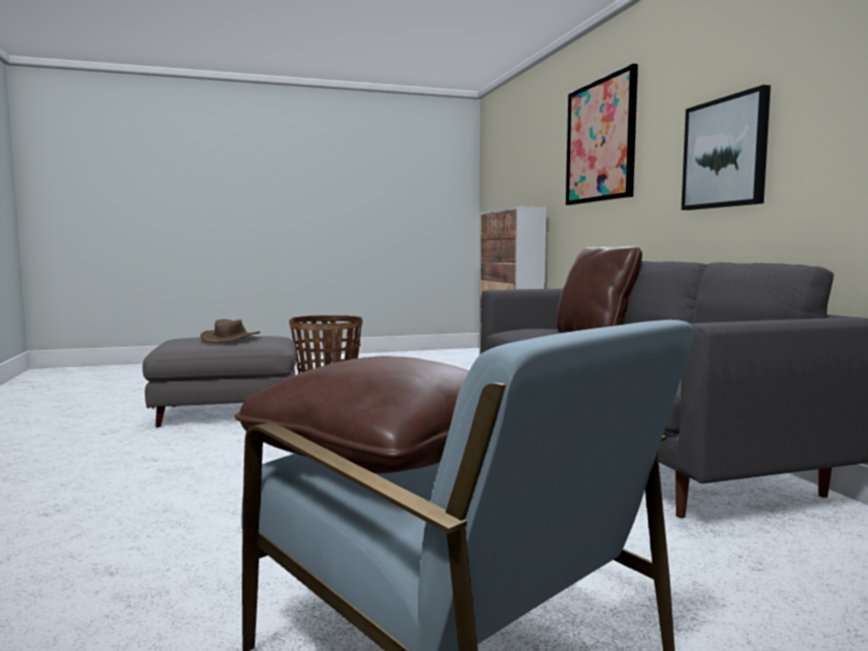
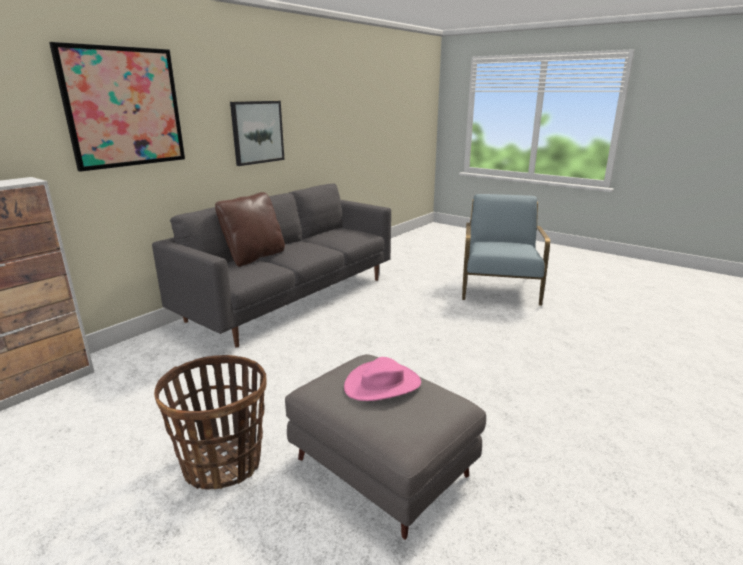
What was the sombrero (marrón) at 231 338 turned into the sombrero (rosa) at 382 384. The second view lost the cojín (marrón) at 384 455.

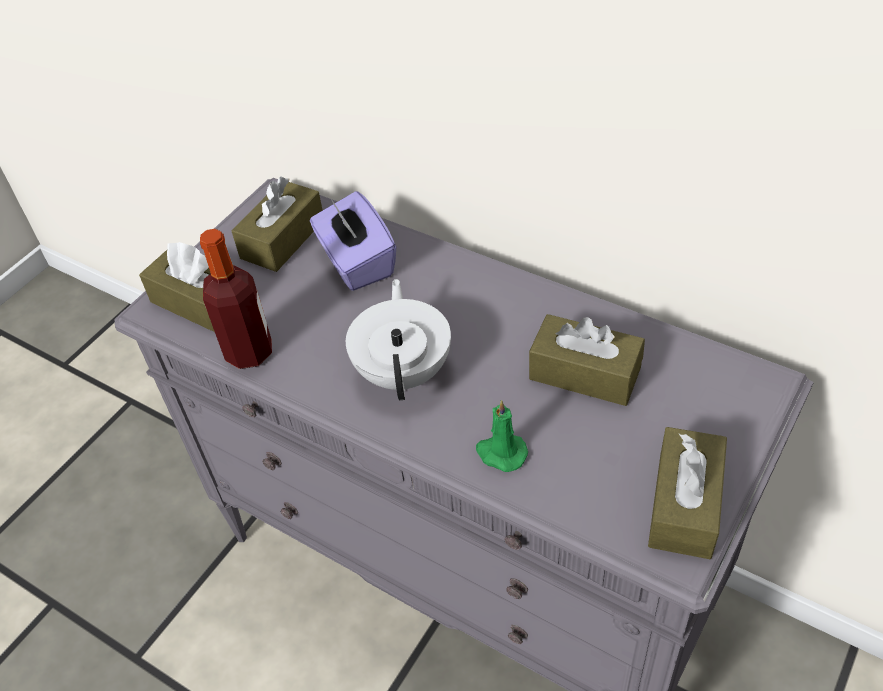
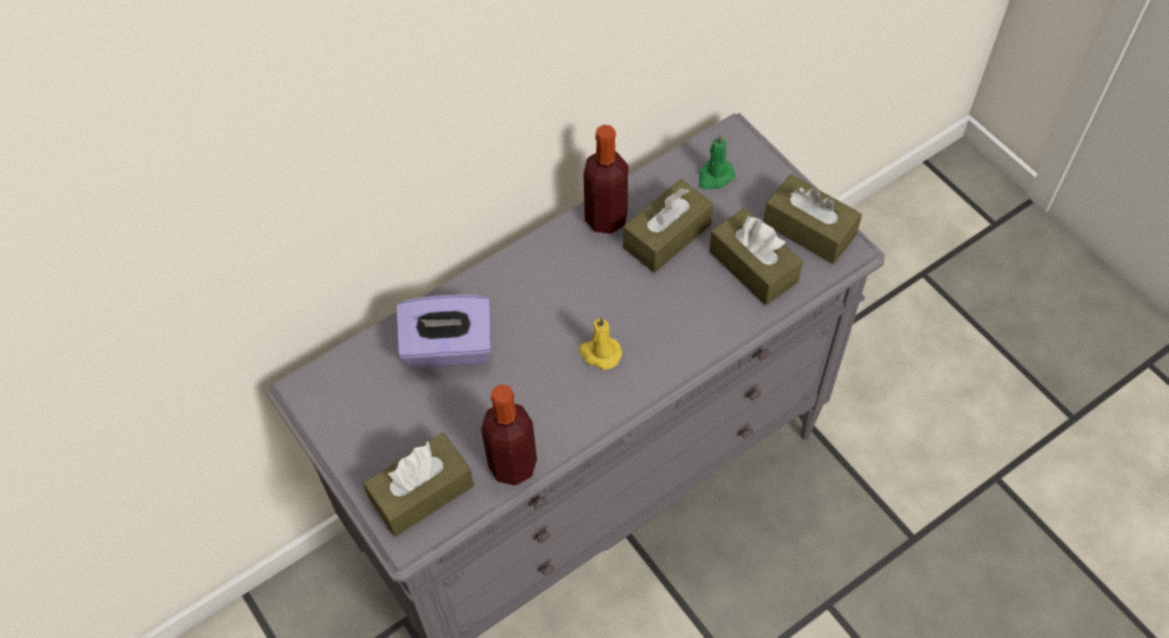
Where the tetera (blanco) stood at 404 371, the vela (amarillo) came to stand at 599 353. The second view gained the botella at 606 218. The vela (verde) ended up elsewhere, having gone from 500 453 to 714 176. The caja de pañuelos (marrón) ended up elsewhere, having gone from 283 239 to 753 266.

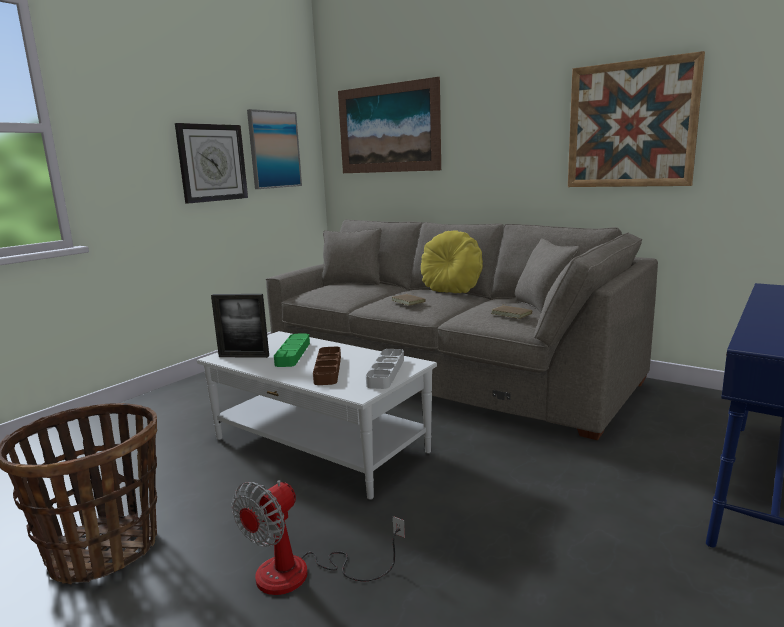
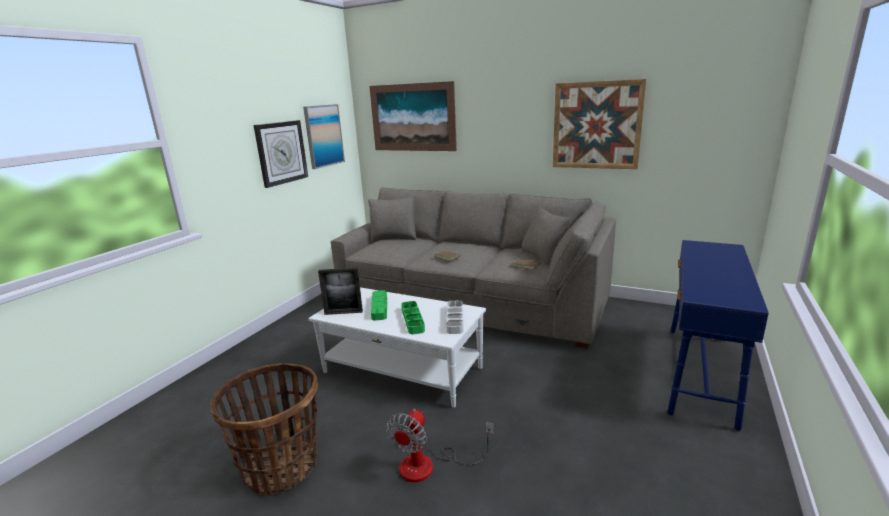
What was the bandeja (marrón) at 328 369 turned into the bandeja (verde) at 412 320. The second view lost the cojín (amarillo) at 451 291.

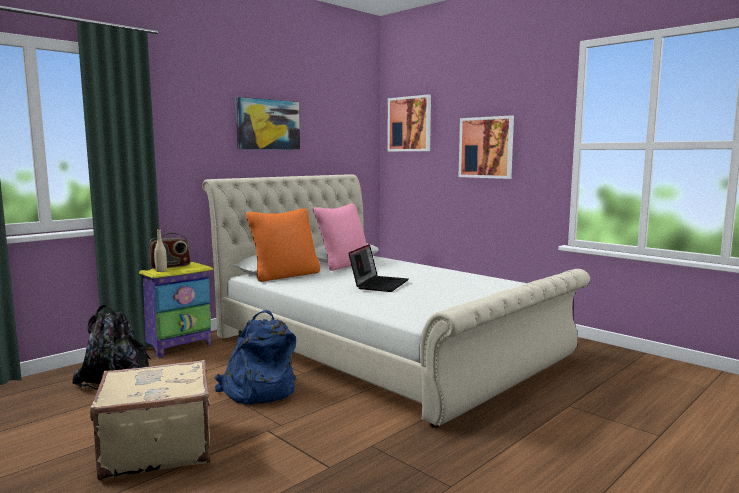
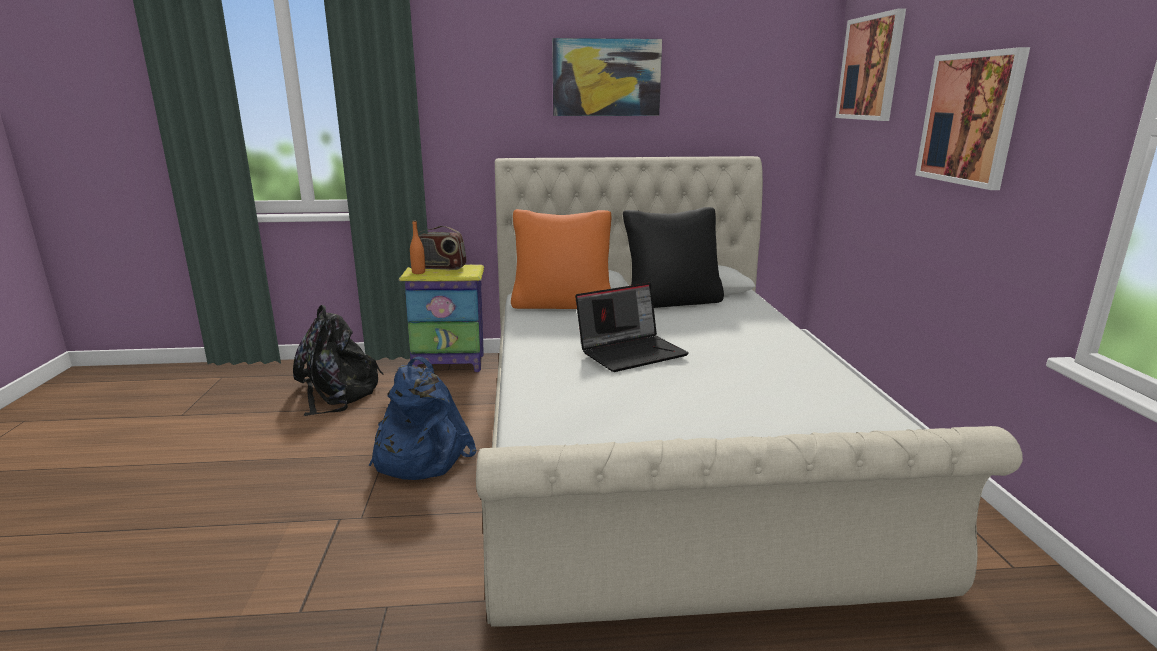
What was the botella (beis) at 161 271 turned into the botella (naranja) at 418 272. What was the cojín (rosa) at 343 265 turned into the cojín (negro) at 671 302. The second view lost the maleta (beis) at 157 448.

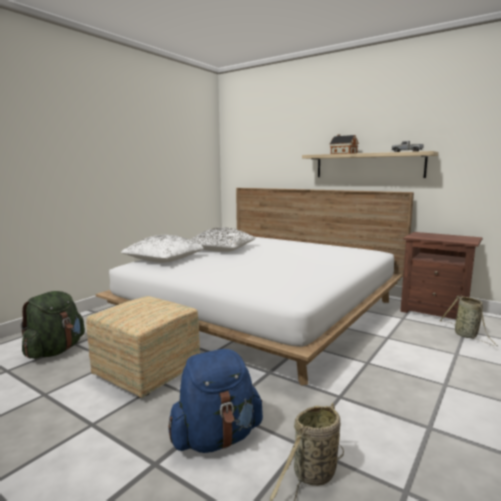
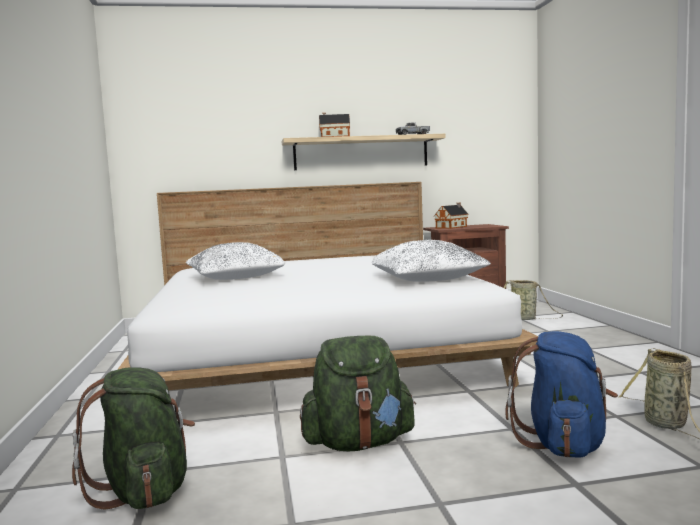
Where the puf stood at 148 372, the mochila (verde) came to stand at 359 443. The cojín (blanco) ended up elsewhere, having gone from 163 259 to 426 278. The second view gained the casita at 452 227.

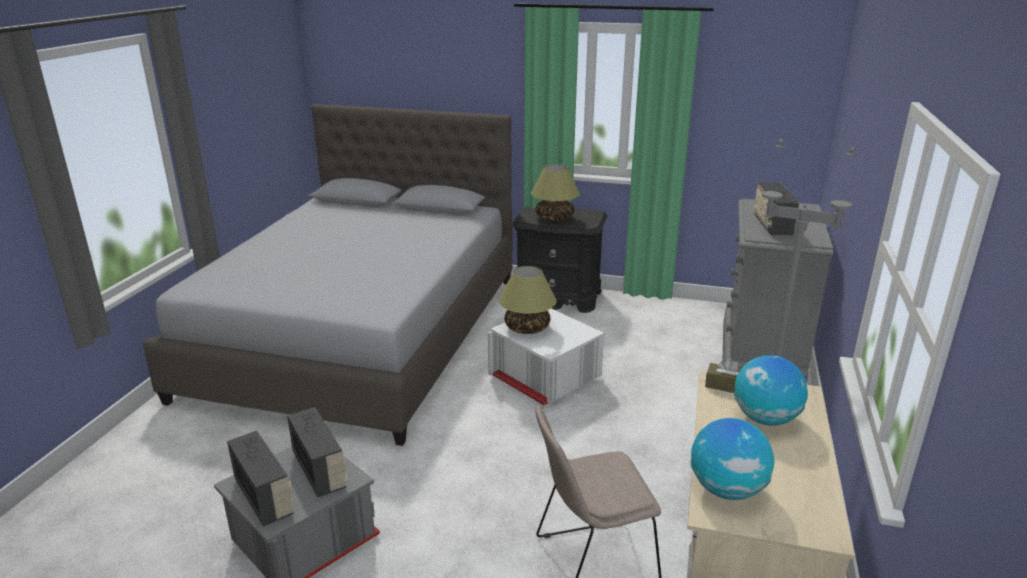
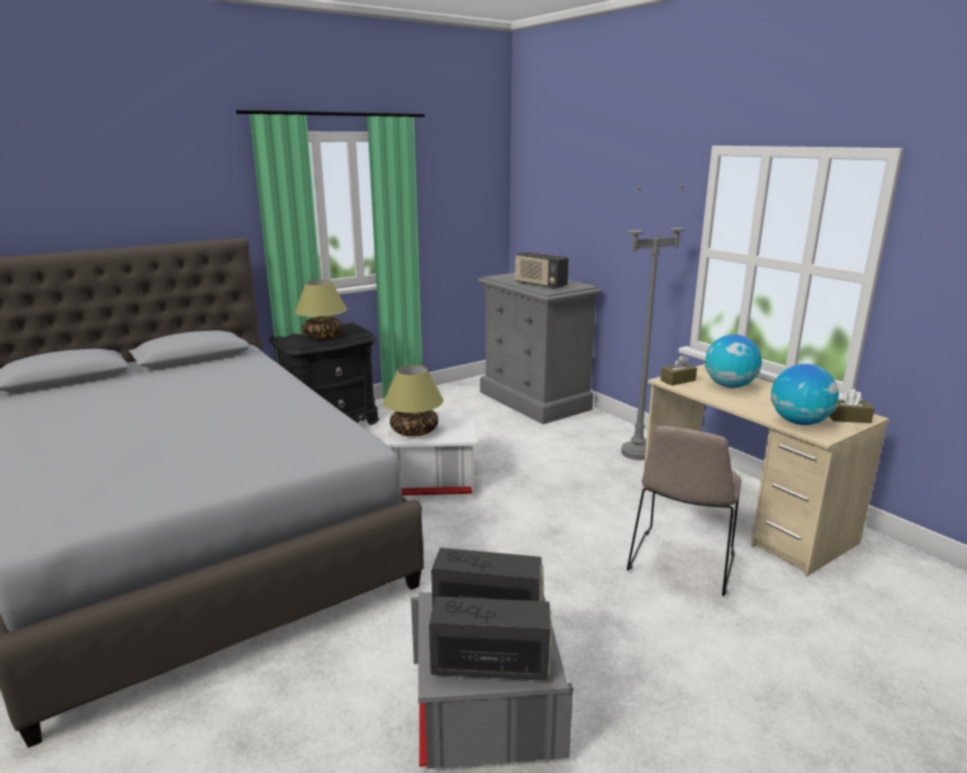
The second view gained the caja de pañuelos (marrón) at 848 418.

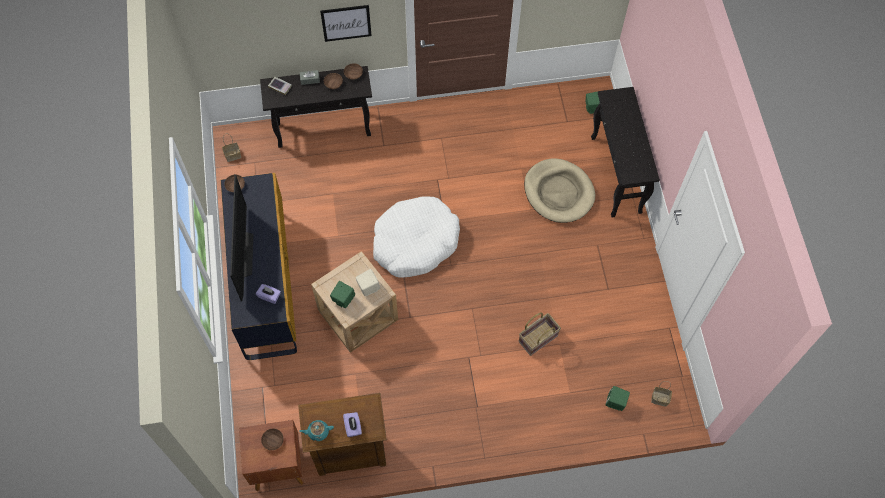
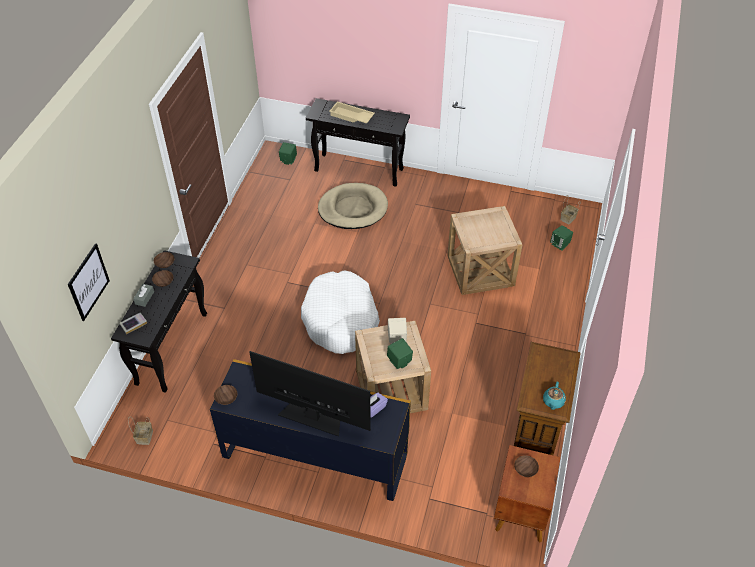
The cuadro ended up elsewhere, having gone from 346 23 to 88 282. The second view gained the bandeja (beis) at 351 116. Where the cesta stood at 538 338, the mesa auxiliar (beis) came to stand at 480 270. The second view lost the caja de pañuelos (morado) at 353 427.

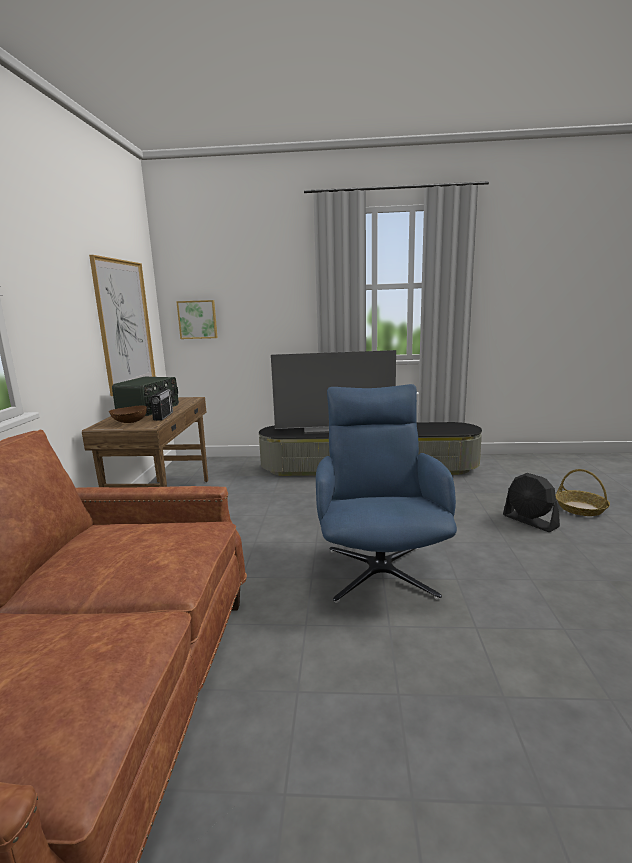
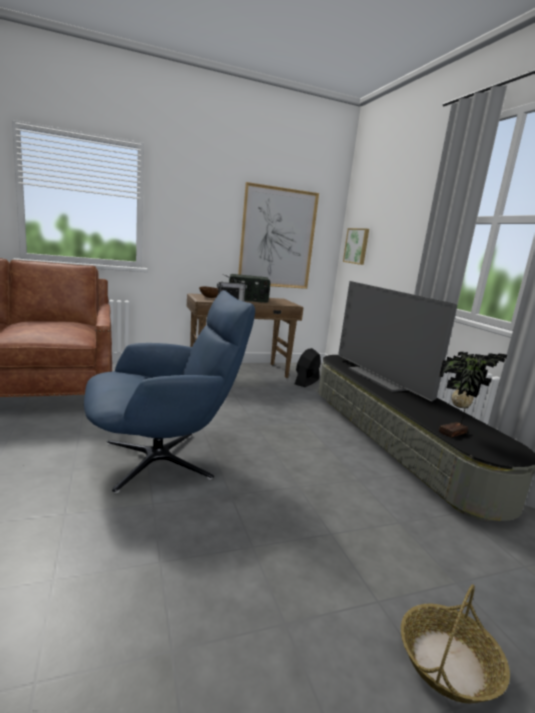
The ventilador (negro) ended up elsewhere, having gone from 530 521 to 306 382. The second view gained the planta en maceta at 455 433.

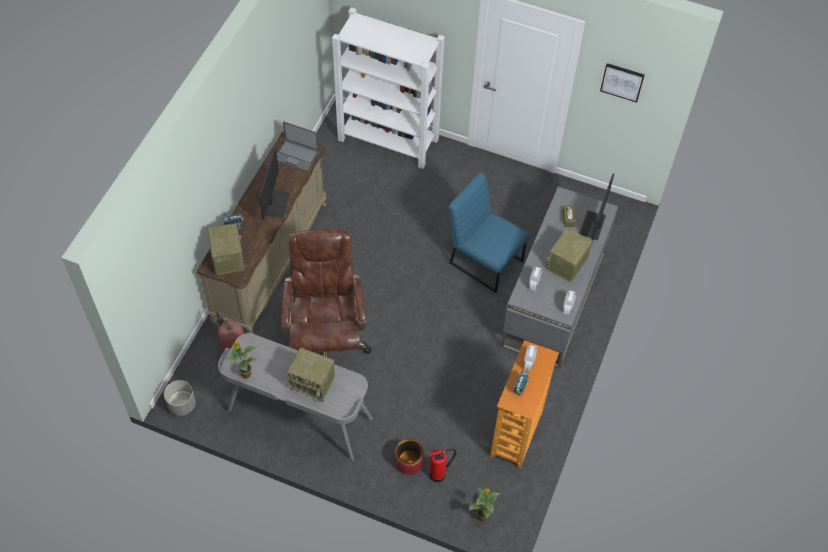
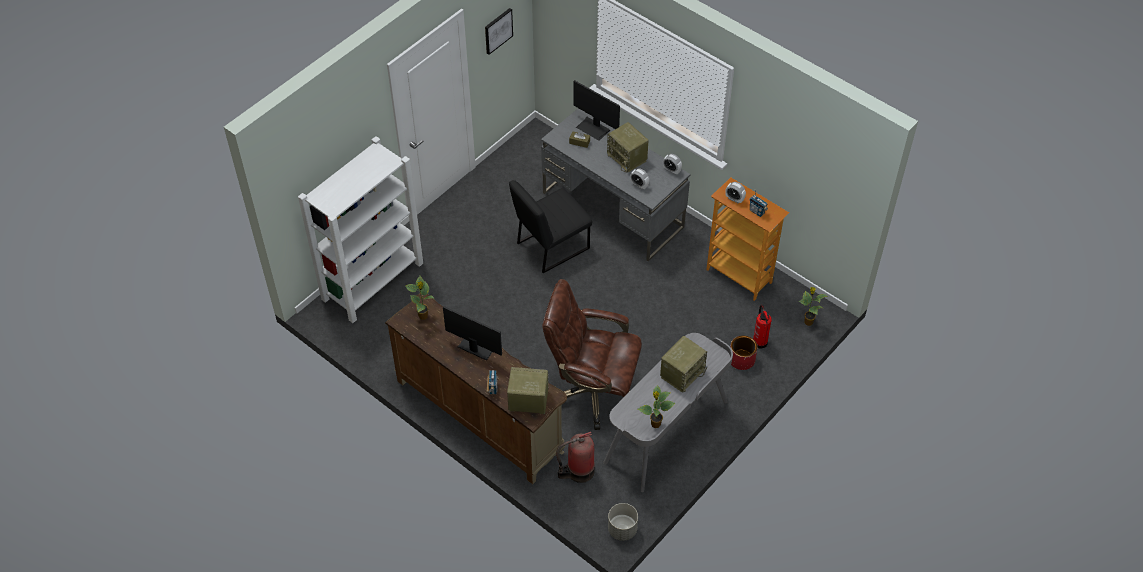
Where the portátil stood at 297 155, the planta en maceta came to stand at 423 316. What was the silla (azul) at 484 260 turned into the silla (negro) at 551 246.

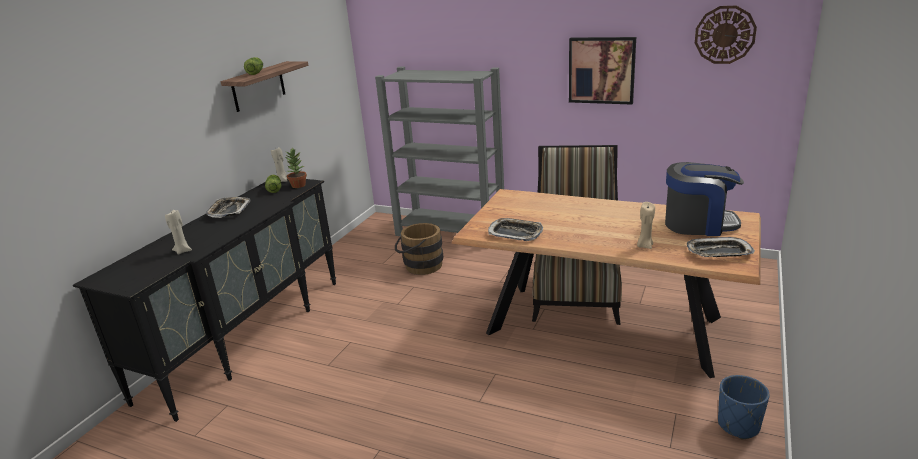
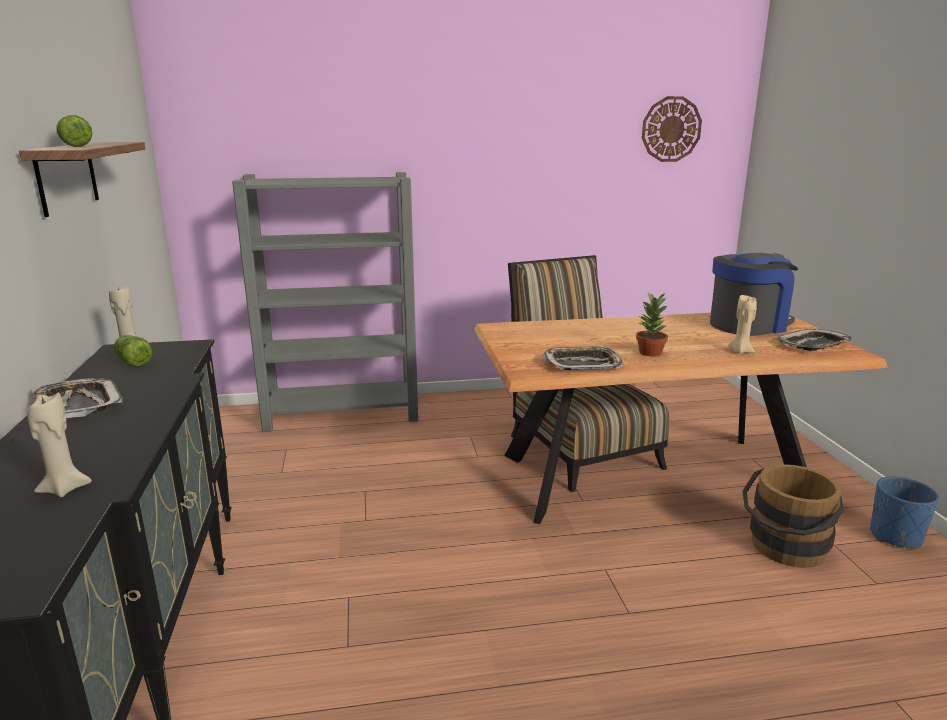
The planta en maceta ended up elsewhere, having gone from 298 185 to 650 353. The cubo (marrón) ended up elsewhere, having gone from 420 266 to 784 549. The second view lost the cuadro at 601 70.

